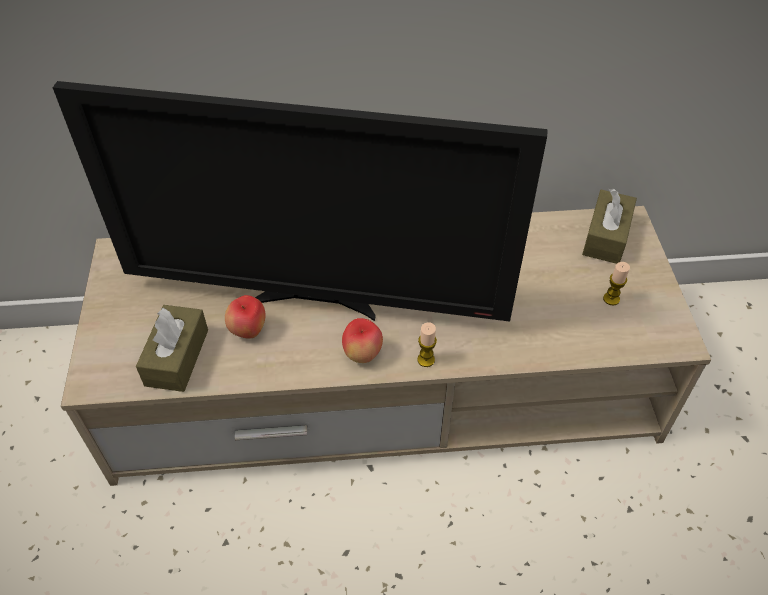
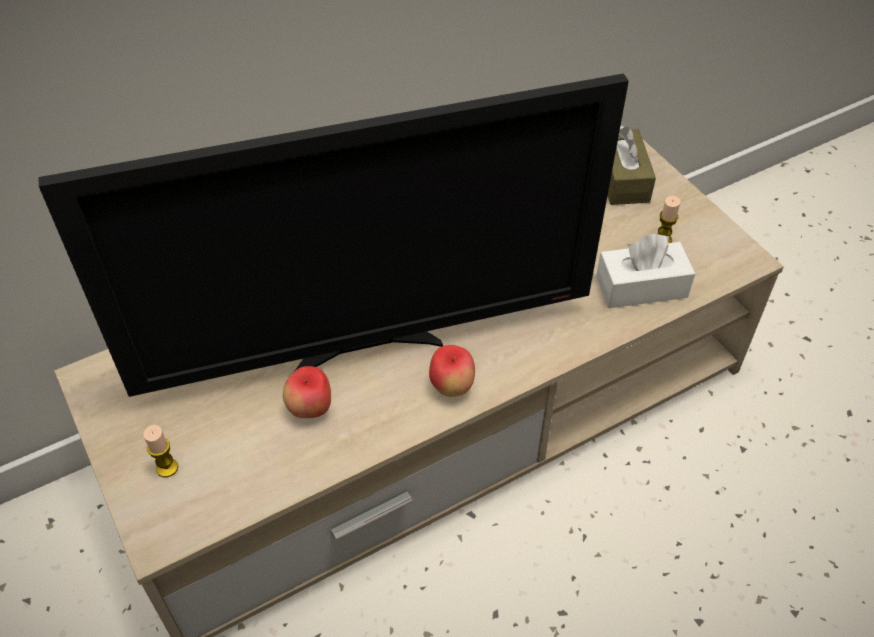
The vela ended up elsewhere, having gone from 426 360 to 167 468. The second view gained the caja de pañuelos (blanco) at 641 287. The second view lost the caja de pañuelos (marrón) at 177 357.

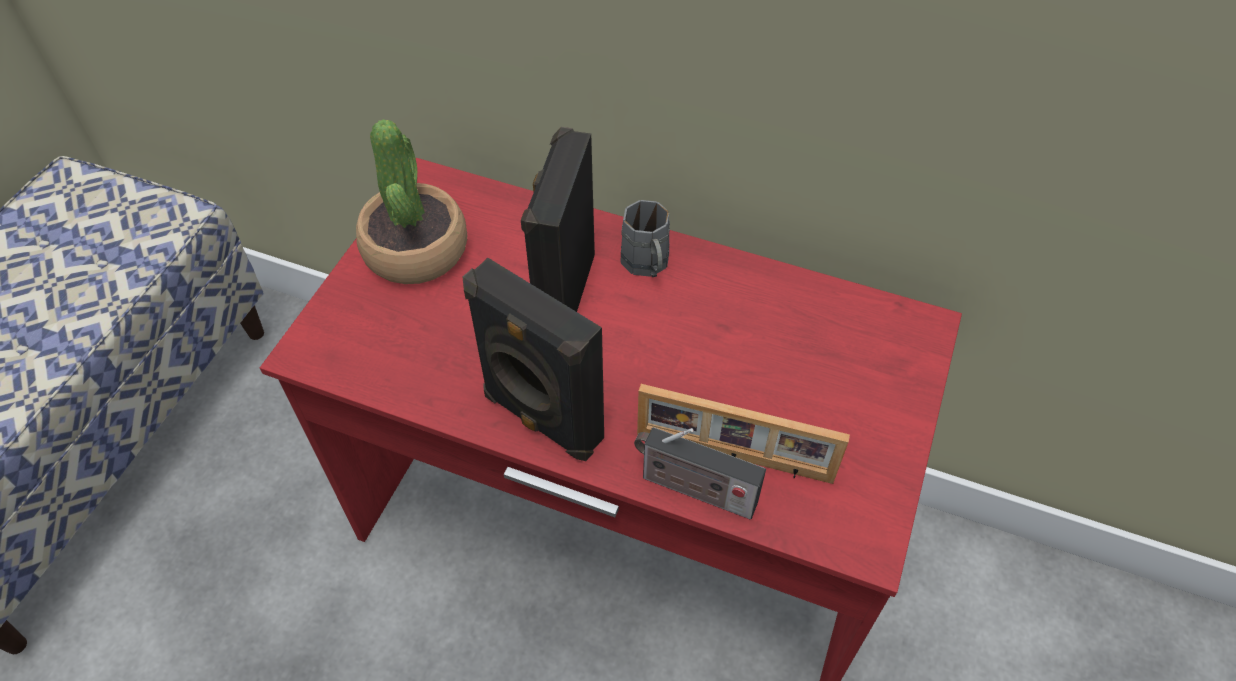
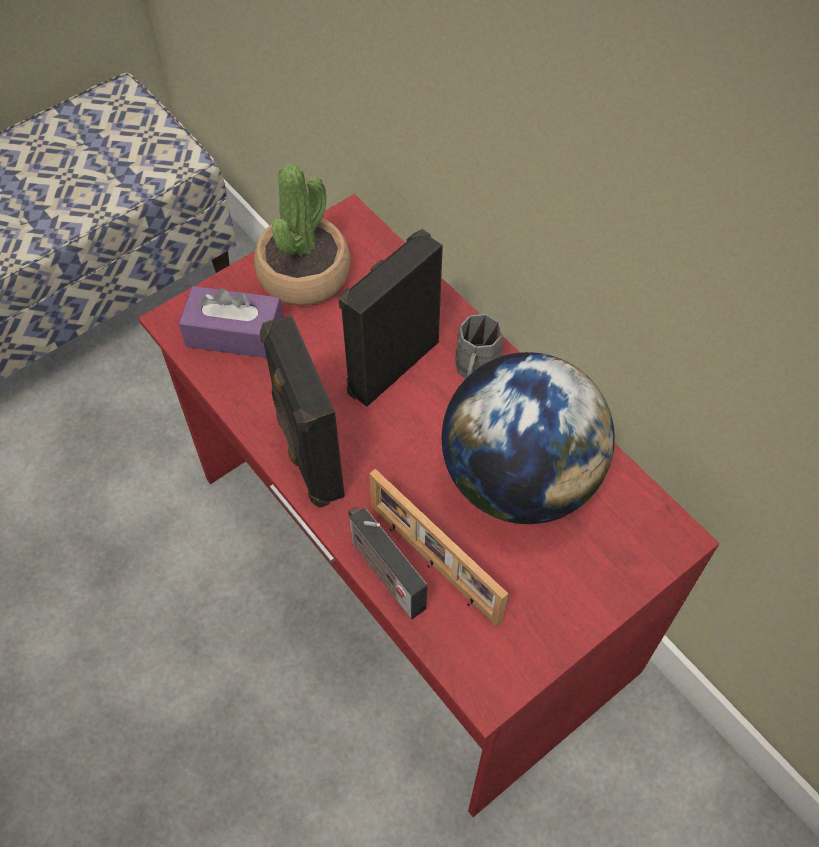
The second view gained the caja de pañuelos (morado) at 235 334. The second view gained the globo terráqueo at 518 479.

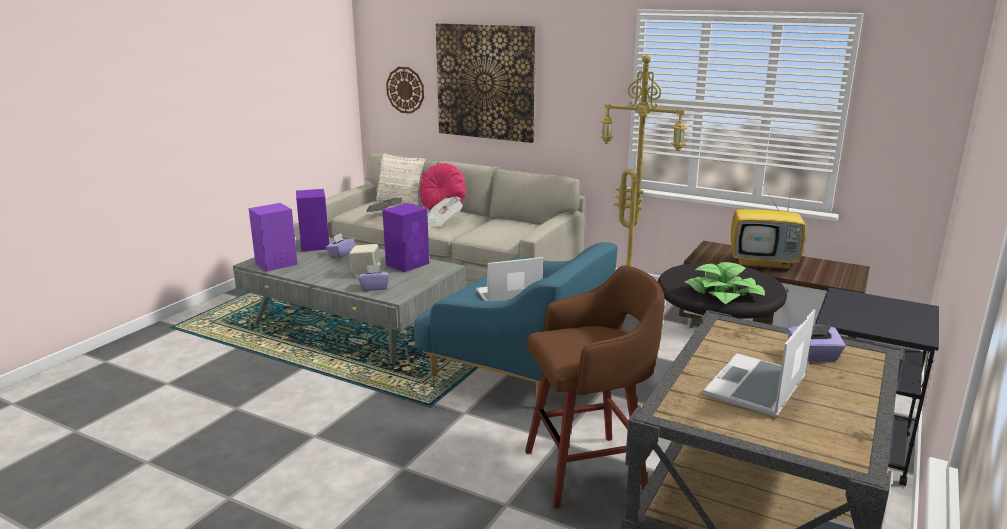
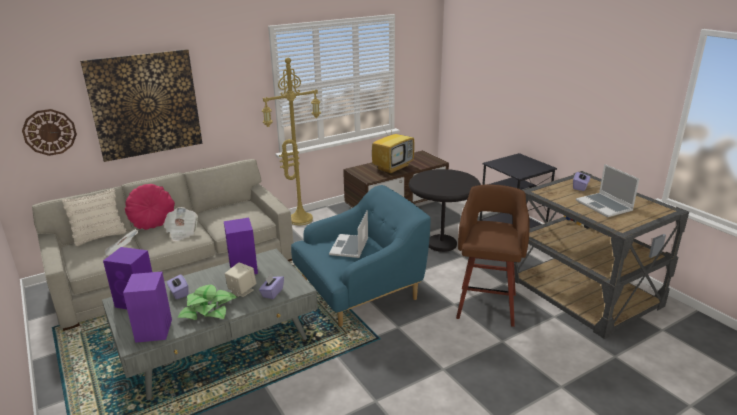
The planta en maceta ended up elsewhere, having gone from 723 294 to 208 310.

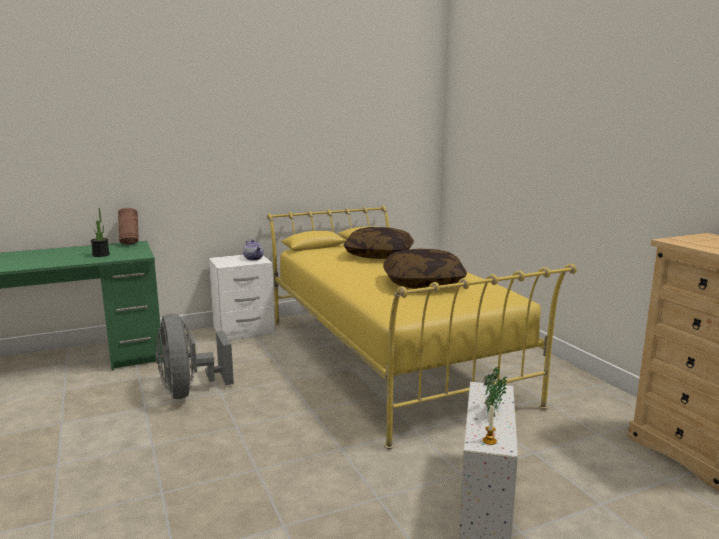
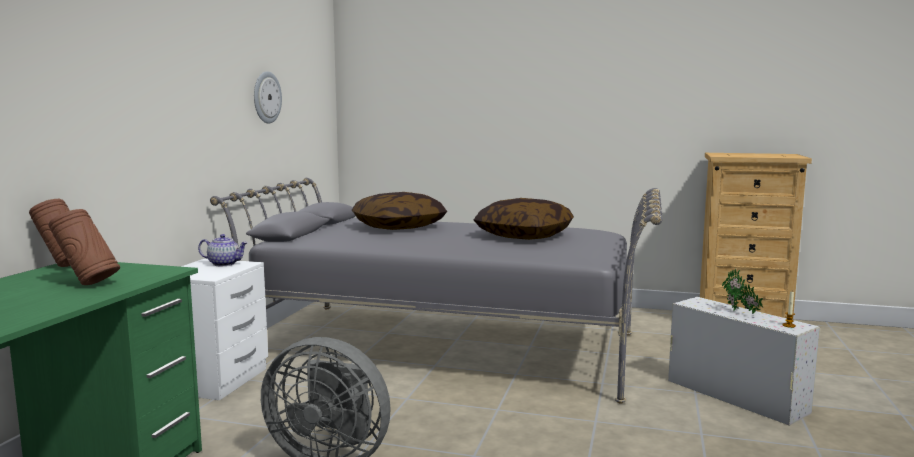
Where the planta en maceta stood at 101 255, the florero (marrón) came to stand at 87 283. What was the cama (amarillo) at 387 359 turned into the cama (gris) at 445 347. The second view gained the reloj de pared at 266 97.

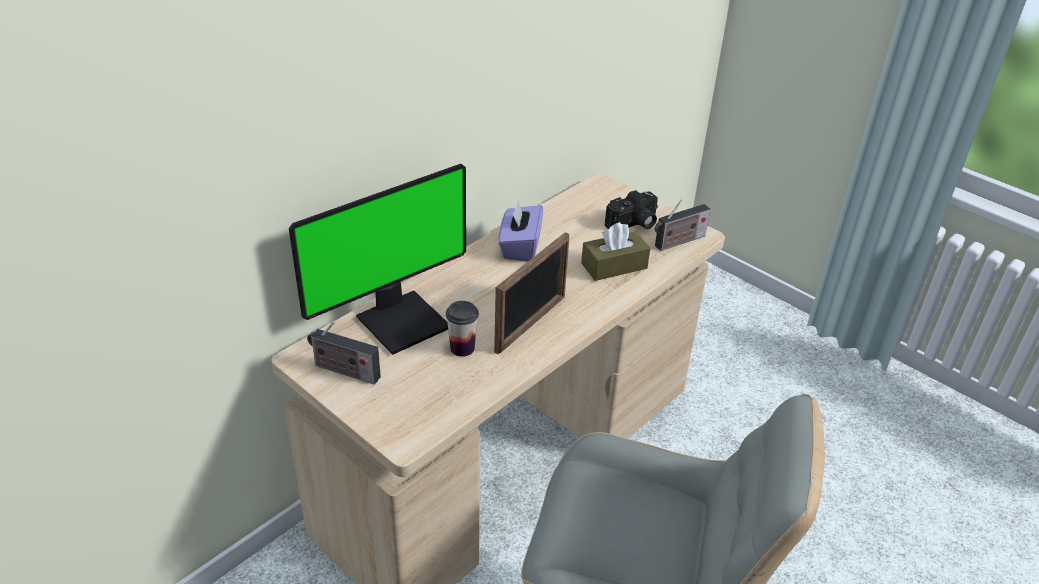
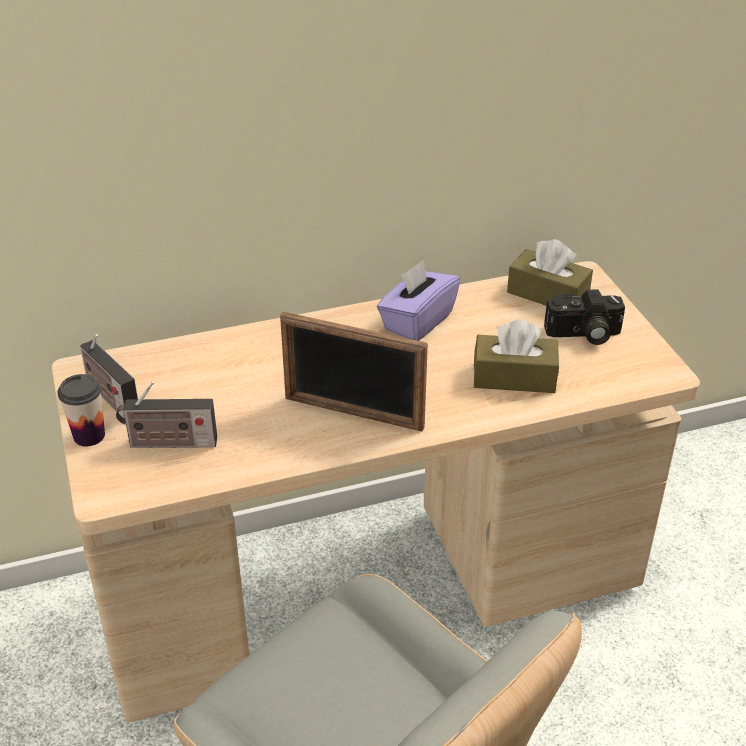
The taza ended up elsewhere, having gone from 462 348 to 89 436. The radio ended up elsewhere, having gone from 678 242 to 169 443. The portarretratos at 531 324 ended up facing another way, 45 degrees clockwise from before. The second view gained the caja de pañuelos (marrón) at 547 294. The second view lost the monitor at 402 320.

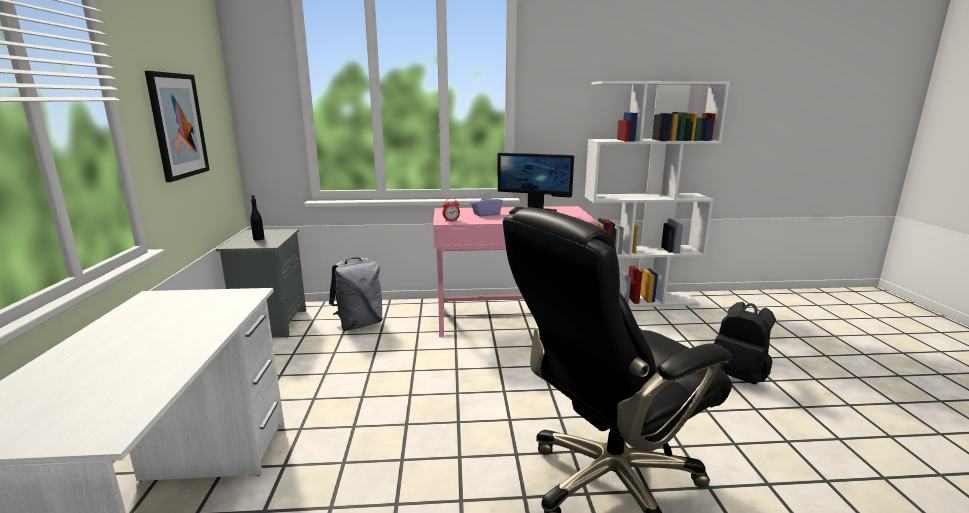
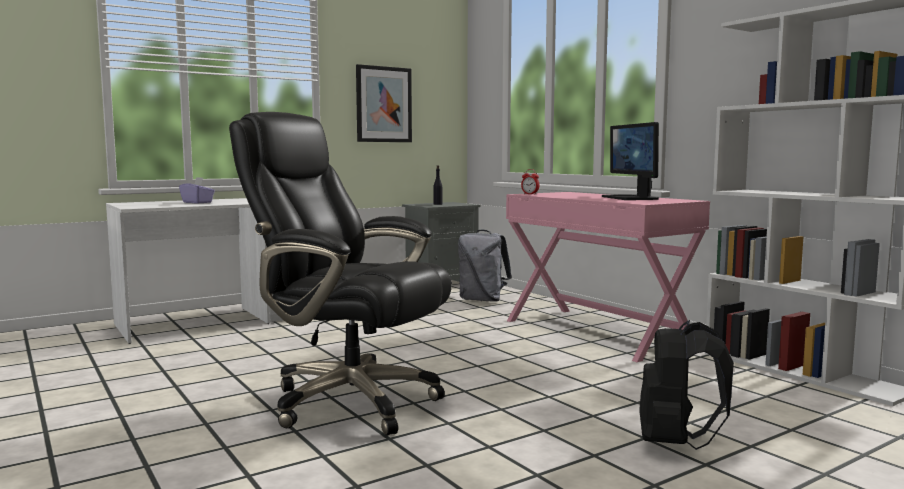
The caja de pañuelos (morado) ended up elsewhere, having gone from 486 214 to 197 202.

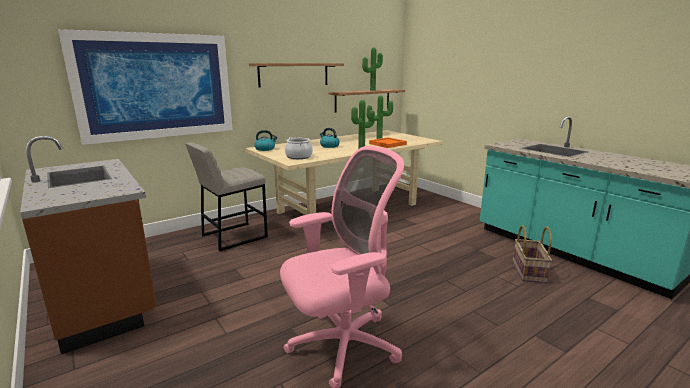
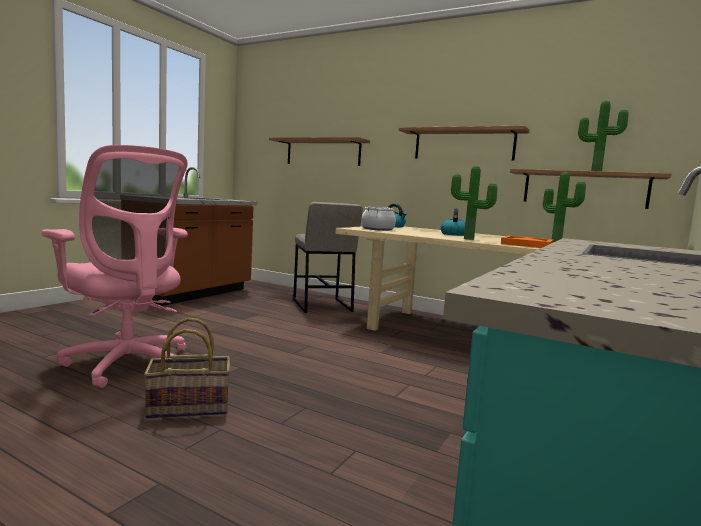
The cesta ended up elsewhere, having gone from 528 271 to 189 406. Where the cuadro hung at 156 86, the estante came to hang at 323 152. The silla (gris) at 232 237 ended up facing another way, 135 degrees counterclockwise from before.

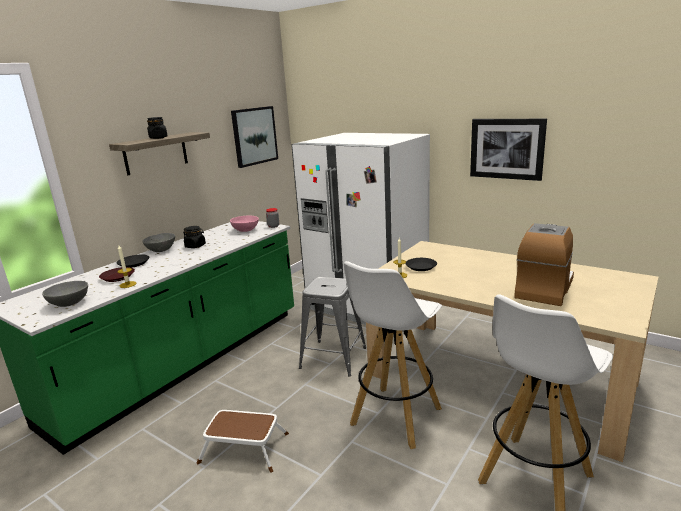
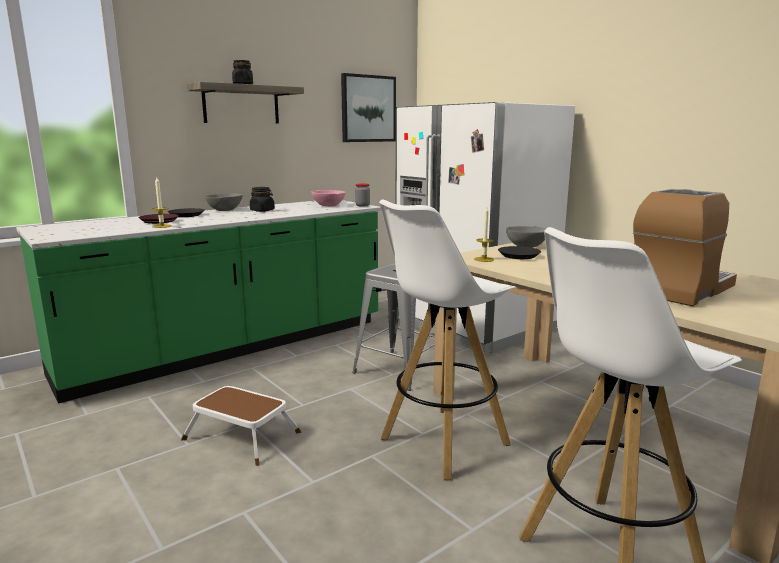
The cuenco (gris) ended up elsewhere, having gone from 69 303 to 526 246. The second view lost the cuadro at 507 148.

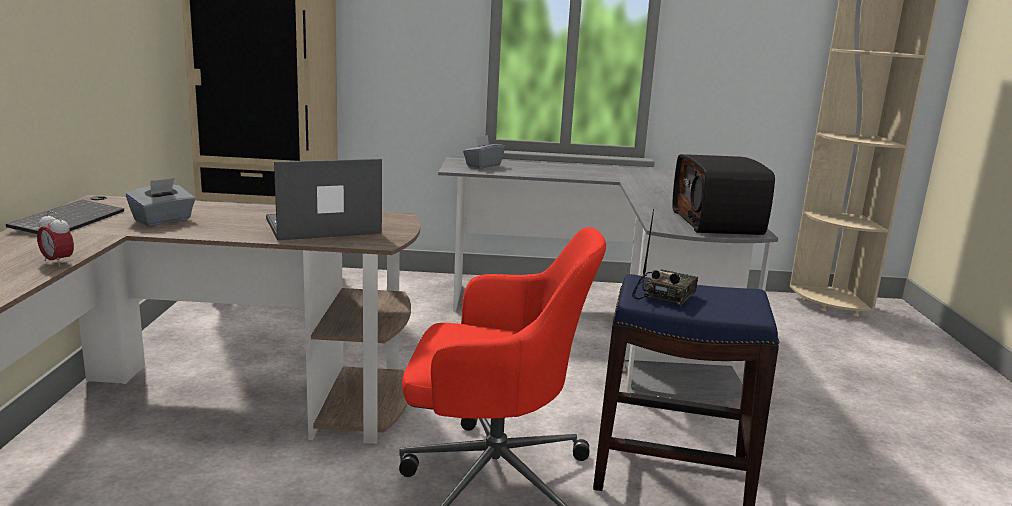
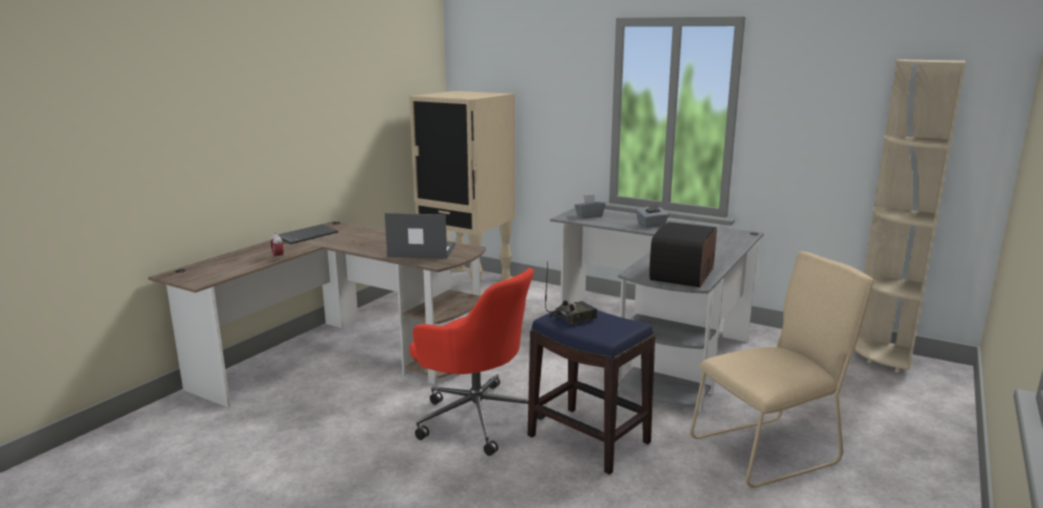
The caja de pañuelos (gris) ended up elsewhere, having gone from 163 220 to 652 225. The second view gained the silla (beis) at 770 450.

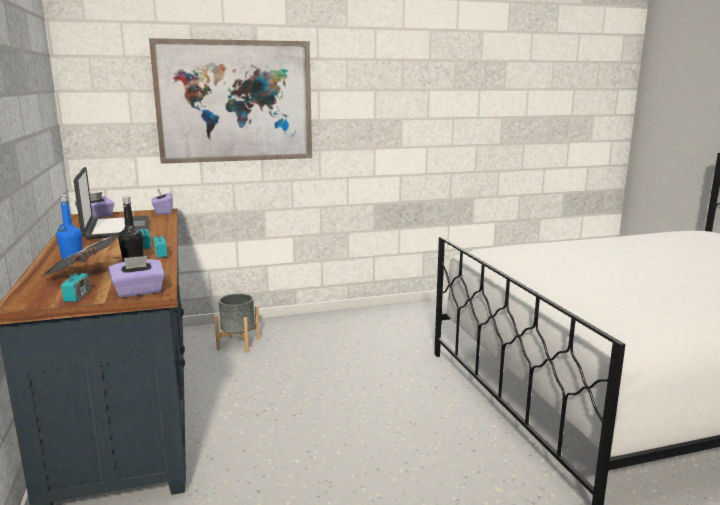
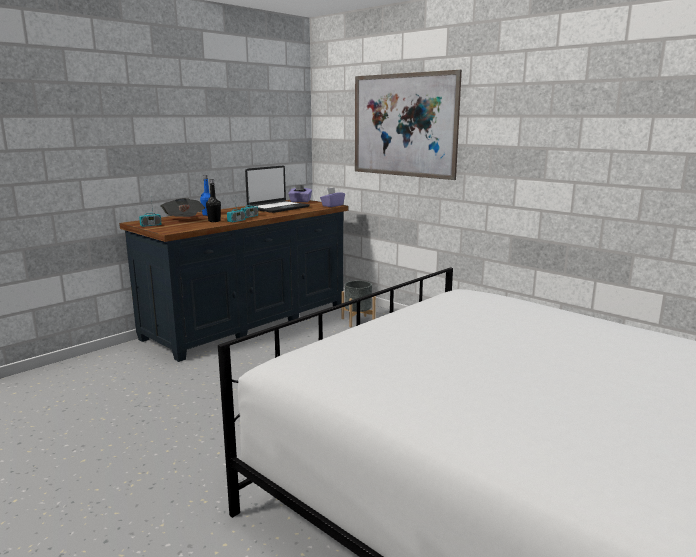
The second view lost the caja de pañuelos (morado) at 139 292.

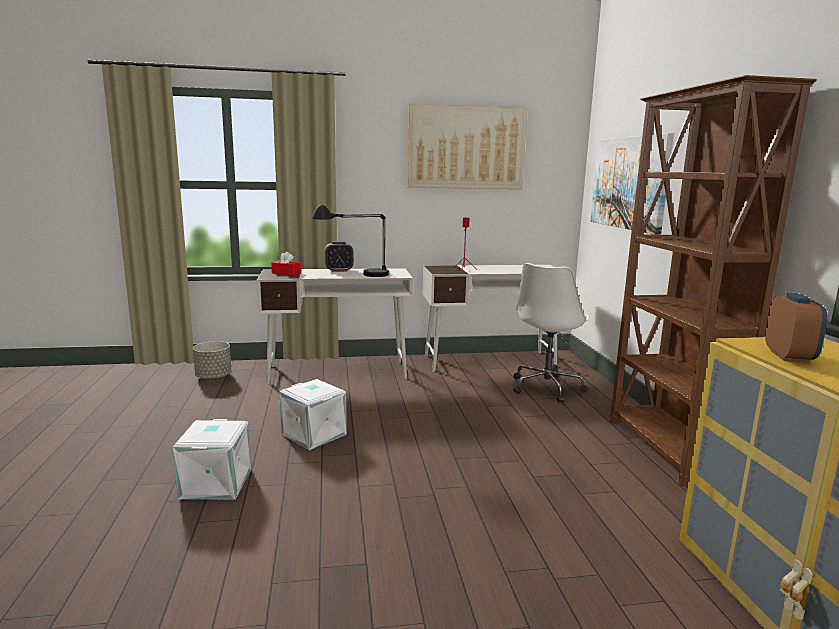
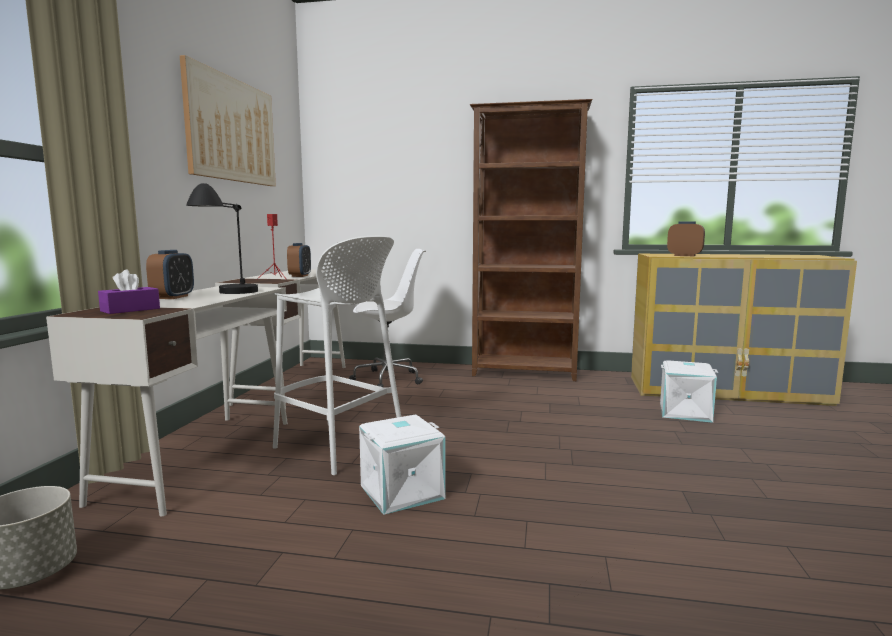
What was the caja de pañuelos (rojo) at 286 273 turned into the caja de pañuelos (morado) at 130 310. The second view gained the taburete (blanco) at 338 445. The second view gained the despertador at 300 276. The silla de oficina (blanco) at 545 389 ended up facing another way, 60 degrees counterclockwise from before. The caja de almacenaje (blanco) ended up elsewhere, having gone from 217 484 to 685 412. The second view lost the cuadro at 629 183.

